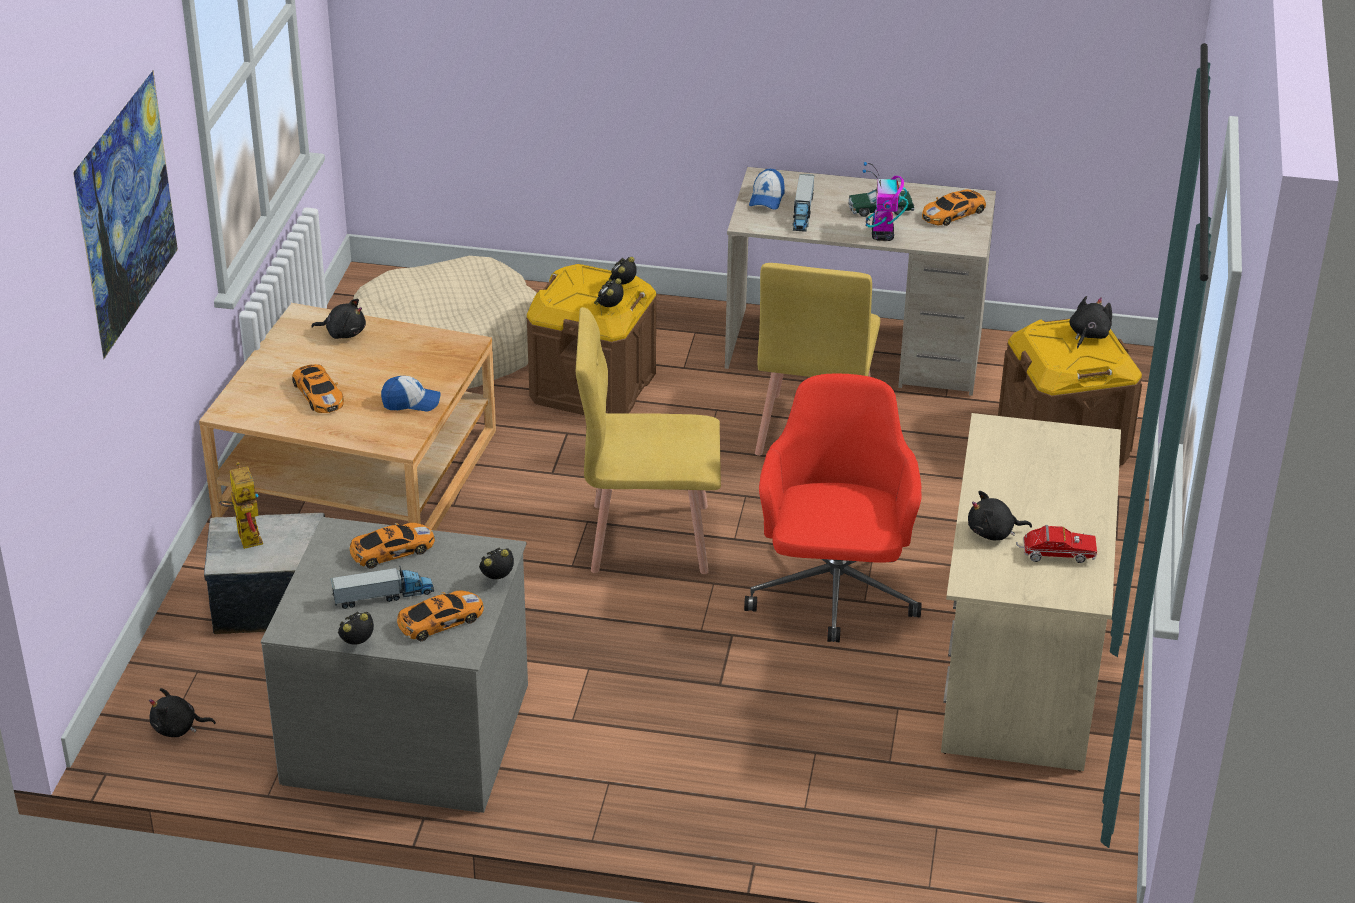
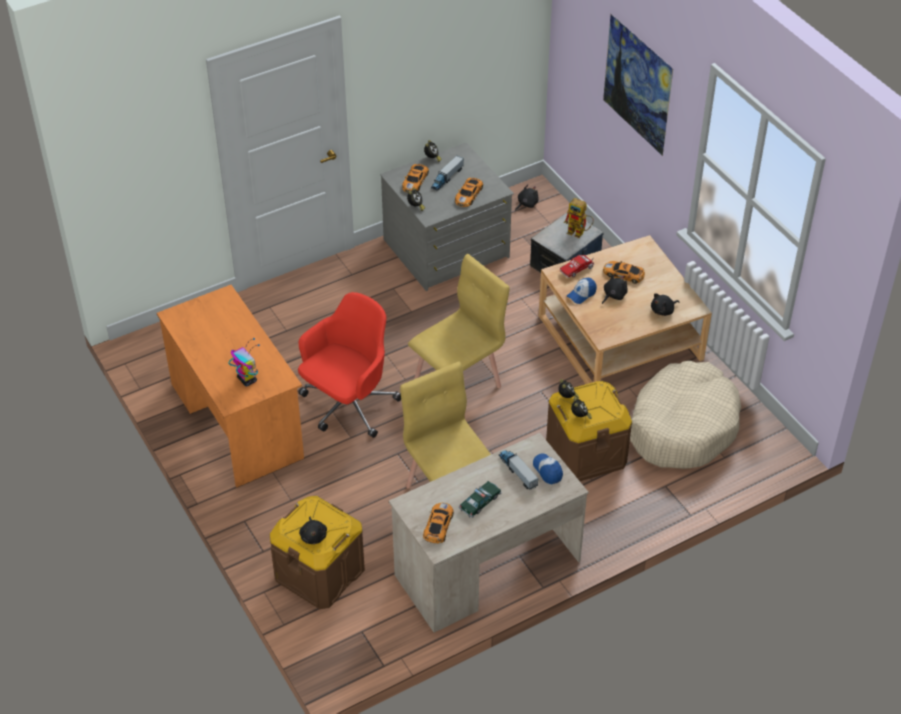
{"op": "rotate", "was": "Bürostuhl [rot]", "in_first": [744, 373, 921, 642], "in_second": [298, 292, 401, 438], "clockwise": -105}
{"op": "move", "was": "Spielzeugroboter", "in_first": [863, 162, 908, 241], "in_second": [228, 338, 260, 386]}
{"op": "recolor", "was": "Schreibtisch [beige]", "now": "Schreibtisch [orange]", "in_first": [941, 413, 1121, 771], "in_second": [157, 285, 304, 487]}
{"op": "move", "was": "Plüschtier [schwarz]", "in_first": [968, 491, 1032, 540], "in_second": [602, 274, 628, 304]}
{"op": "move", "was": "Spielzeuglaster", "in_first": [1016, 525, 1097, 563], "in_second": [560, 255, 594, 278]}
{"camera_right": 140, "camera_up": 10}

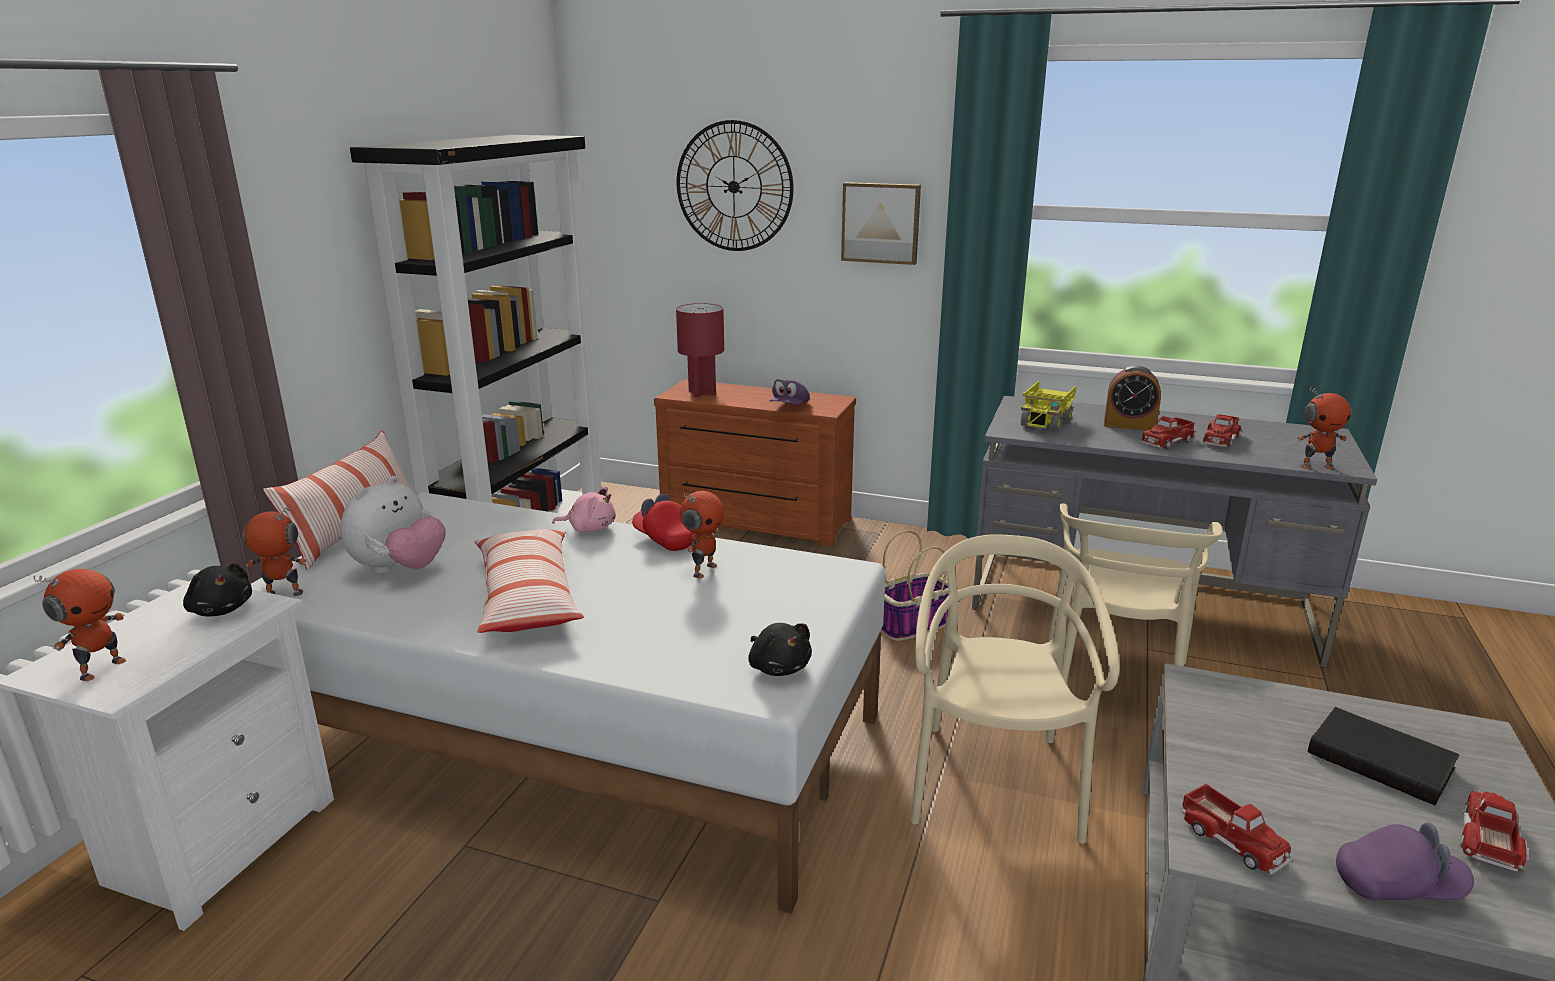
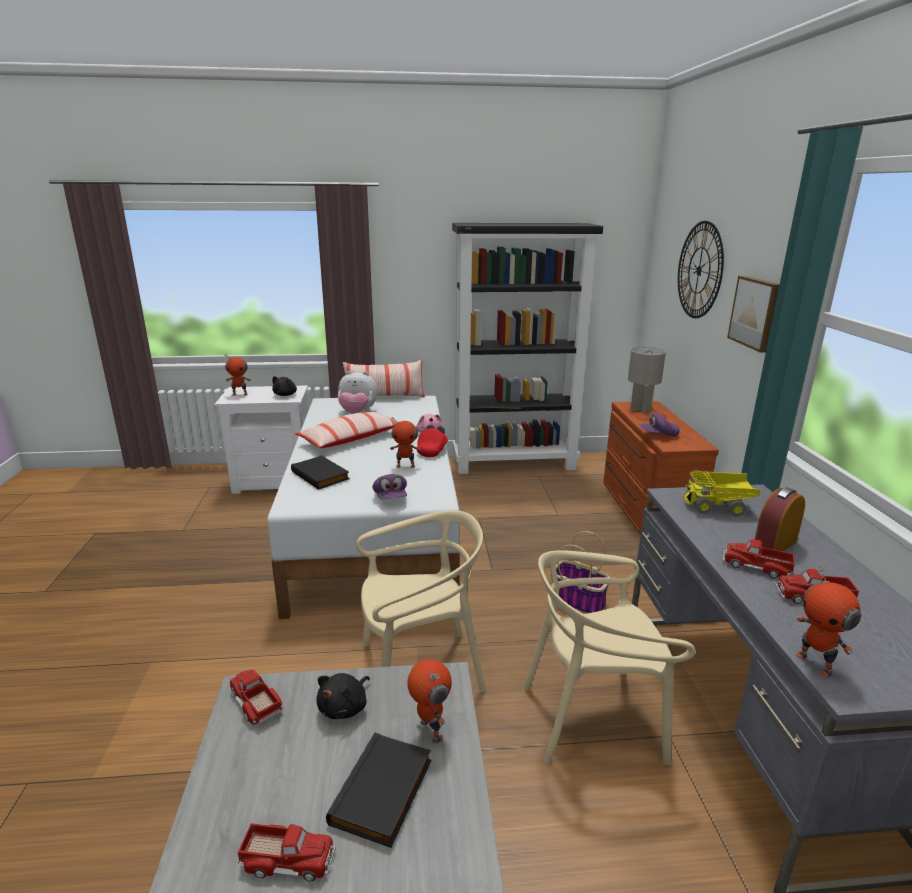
{"op": "move", "was": "Spielzeugroboter", "in_first": [243, 508, 307, 596], "in_second": [407, 659, 452, 743]}
{"op": "recolor", "was": "Tischlampe [rot]", "now": "Tischlampe [grau]", "in_first": [676, 303, 724, 397], "in_second": [628, 347, 666, 413]}
{"op": "move", "was": "Plüschtier [schwarz]", "in_first": [748, 623, 812, 676], "in_second": [316, 673, 370, 719]}
{"op": "rotate", "was": "Wecker", "in_first": [1104, 366, 1161, 430], "in_second": [755, 488, 805, 551], "clockwise": 60}
{"op": "rotate", "was": "Spielzeuglaster", "in_first": [1180, 784, 1293, 874], "in_second": [230, 669, 283, 725], "clockwise": 105}
{"op": "move", "was": "Kappe [lila]", "in_first": [1336, 822, 1474, 900], "in_second": [373, 474, 407, 499]}
{"op": "insert", "now": "Buch [schwarz]", "in_second": [291, 456, 350, 490]}
{"camera_right": 65, "camera_up": 0}

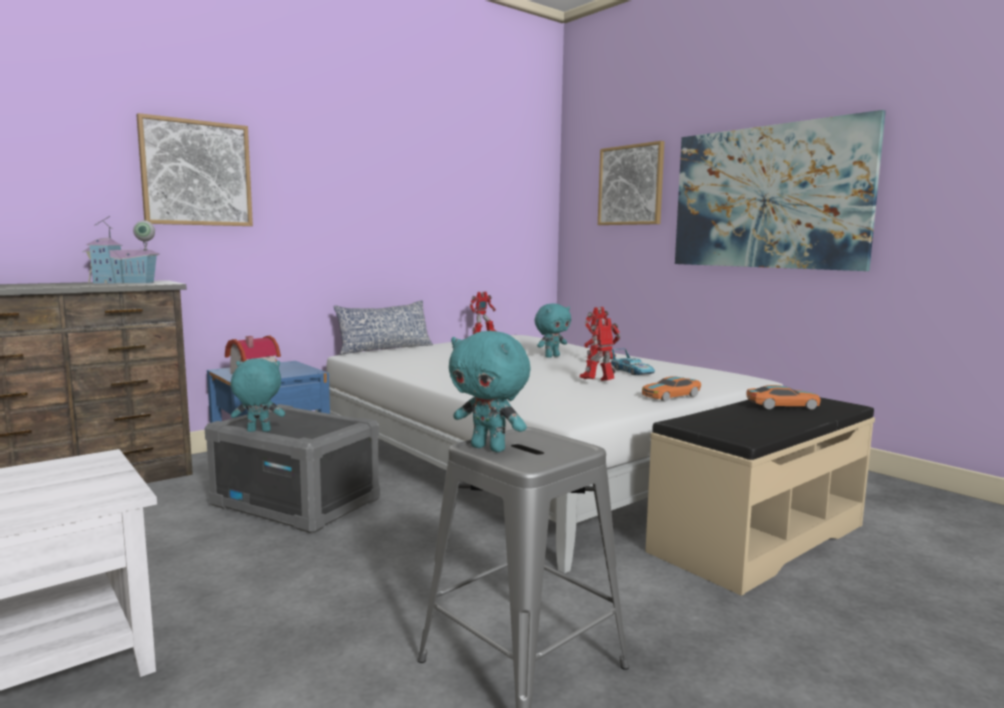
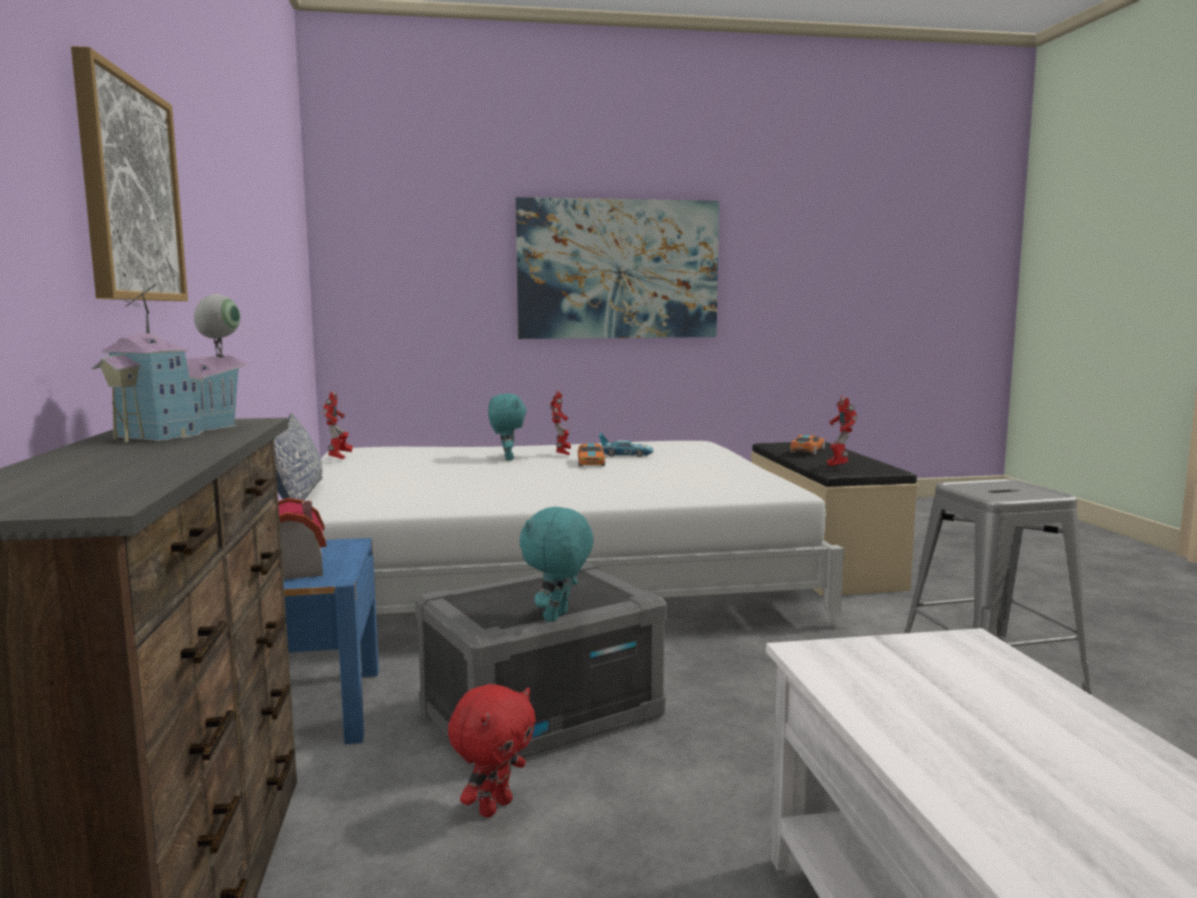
{"op": "delete", "was": "Plüschtier [türkis]", "in_first": [449, 331, 530, 452]}
{"op": "move", "was": "Spielzeugroboter", "in_first": [580, 318, 621, 381], "in_second": [827, 396, 858, 466]}
{"op": "delete", "was": "Bild", "in_first": [598, 141, 664, 225]}
{"op": "move", "was": "Spielzeugauto", "in_first": [642, 376, 701, 402], "in_second": [578, 443, 605, 466]}
{"op": "insert", "now": "Plüschtier [rot]", "in_second": [448, 684, 536, 817]}
{"camera_right": -60, "camera_up": 0}

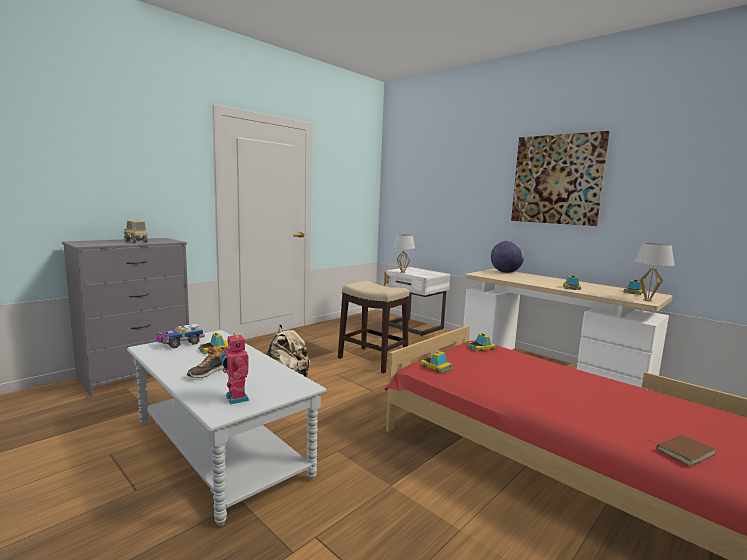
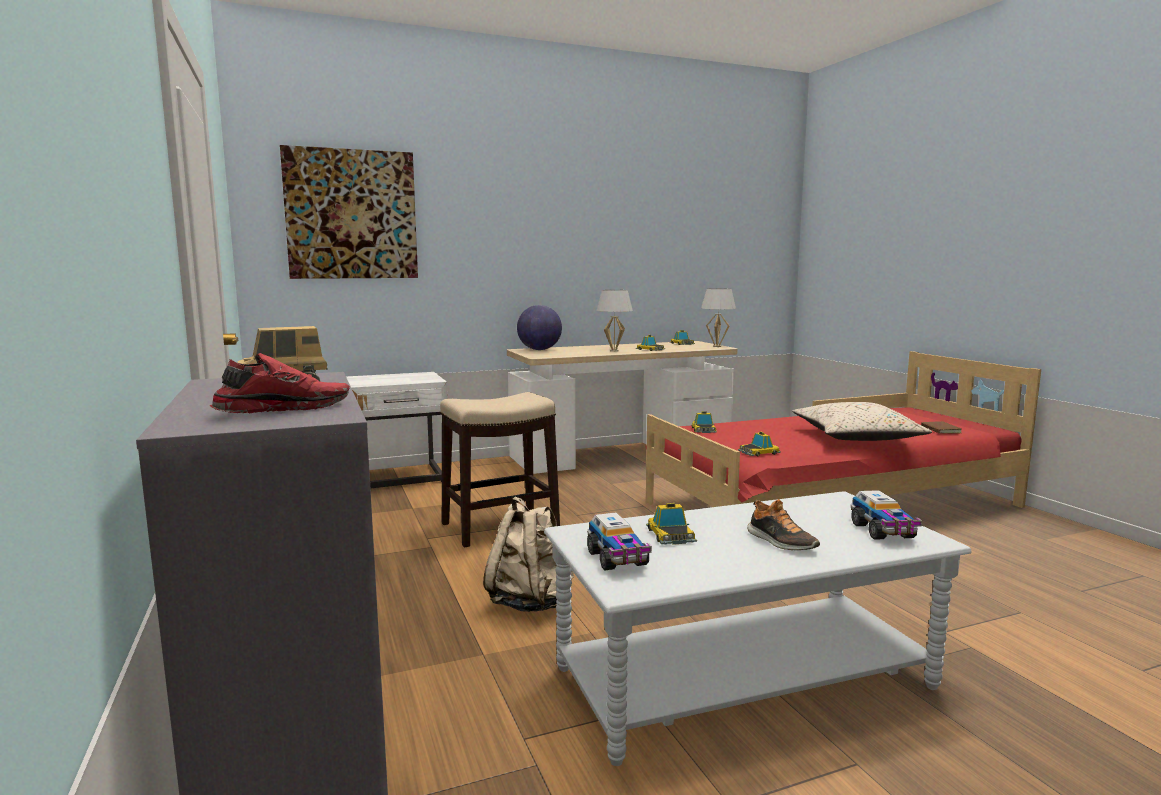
{"op": "replace", "was": "Spielzeugroboter", "now": "Spielzeuglaster", "in_first": [220, 333, 249, 404], "in_second": [851, 490, 922, 540]}
{"op": "move", "was": "Tischlampe [weiß]", "in_first": [393, 234, 415, 273], "in_second": [597, 290, 633, 352]}
{"op": "move", "was": "Bild", "in_first": [511, 131, 610, 226], "in_second": [280, 145, 418, 279]}
{"op": "insert", "now": "Schuh [rot]", "in_second": [210, 353, 350, 413]}
{"op": "insert", "now": "Kissen [beige]", "in_second": [792, 402, 932, 441]}
{"camera_right": -65, "camera_up": 0}

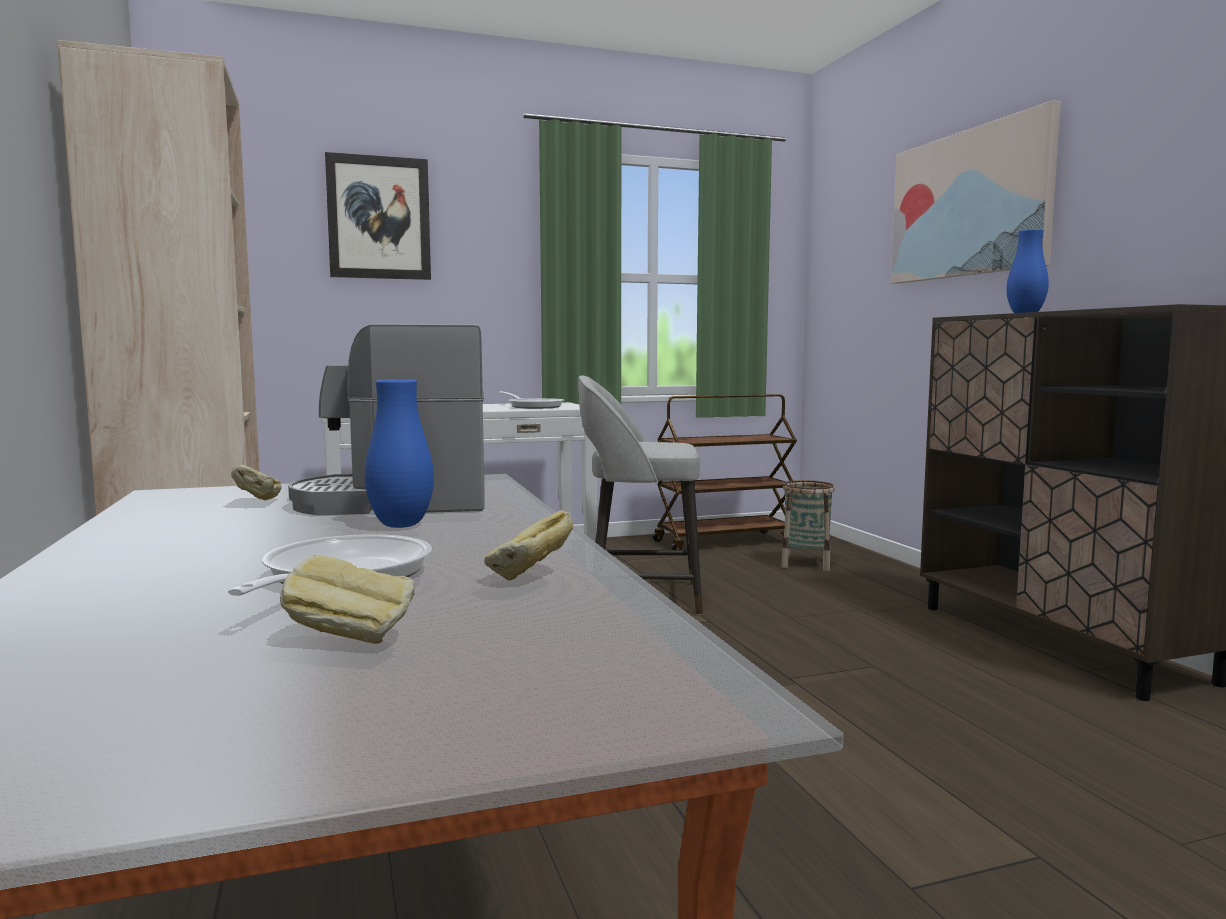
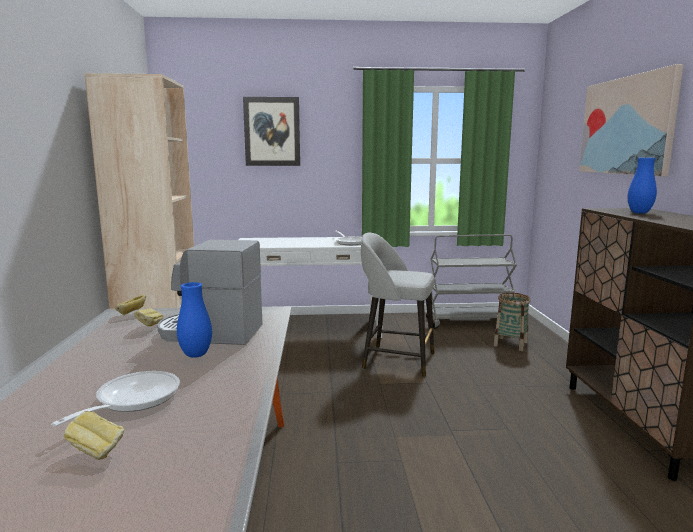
{"op": "move", "was": "Brot", "in_first": [484, 510, 573, 581], "in_second": [115, 294, 146, 315]}
{"op": "recolor", "was": "Rollwagen [braun]", "now": "Rollwagen [grau]", "in_first": [653, 394, 797, 550], "in_second": [426, 234, 517, 329]}
{"camera_right": 15, "camera_up": 5}

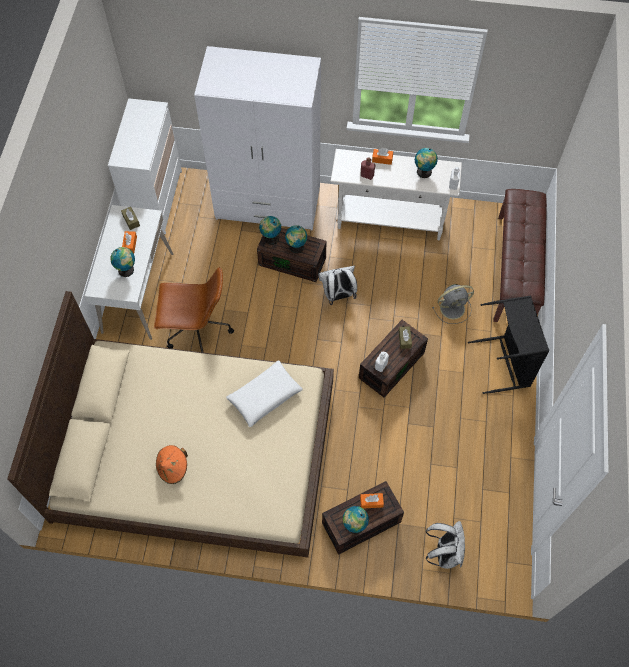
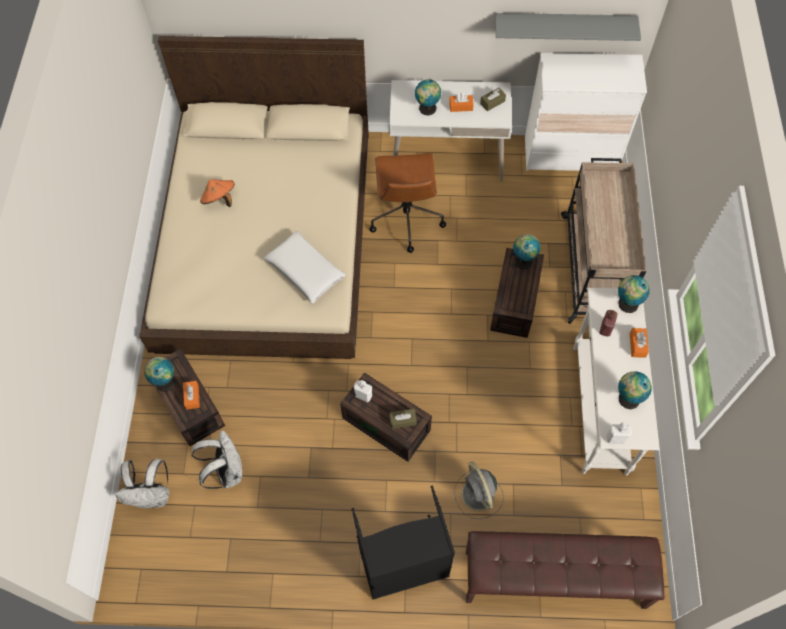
{"op": "replace", "was": "Kleiderschrank [weiß]", "now": "Rollwagen [beige]", "in_first": [194, 46, 321, 231], "in_second": [561, 158, 646, 324]}
{"op": "move", "was": "Globus", "in_first": [285, 225, 307, 253], "in_second": [618, 275, 650, 313]}
{"op": "move", "was": "Rucksack [weiß]", "in_first": [318, 266, 357, 305], "in_second": [192, 430, 242, 489]}
{"op": "insert", "now": "Wandregal [grau]", "in_second": [495, 13, 641, 41]}
{"camera_right": 85, "camera_up": 0}

